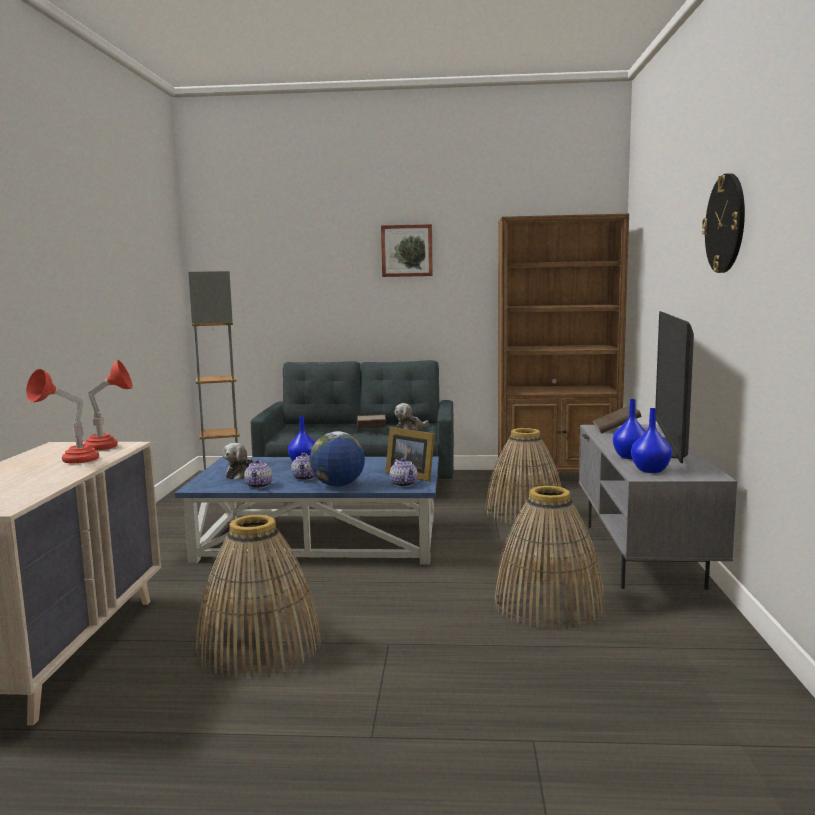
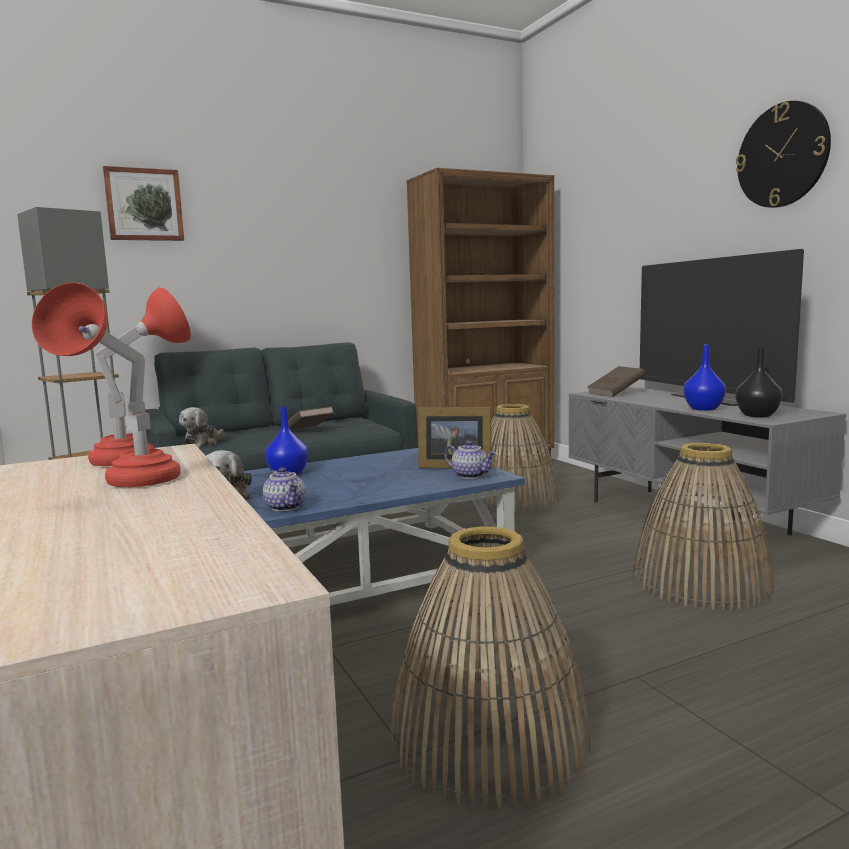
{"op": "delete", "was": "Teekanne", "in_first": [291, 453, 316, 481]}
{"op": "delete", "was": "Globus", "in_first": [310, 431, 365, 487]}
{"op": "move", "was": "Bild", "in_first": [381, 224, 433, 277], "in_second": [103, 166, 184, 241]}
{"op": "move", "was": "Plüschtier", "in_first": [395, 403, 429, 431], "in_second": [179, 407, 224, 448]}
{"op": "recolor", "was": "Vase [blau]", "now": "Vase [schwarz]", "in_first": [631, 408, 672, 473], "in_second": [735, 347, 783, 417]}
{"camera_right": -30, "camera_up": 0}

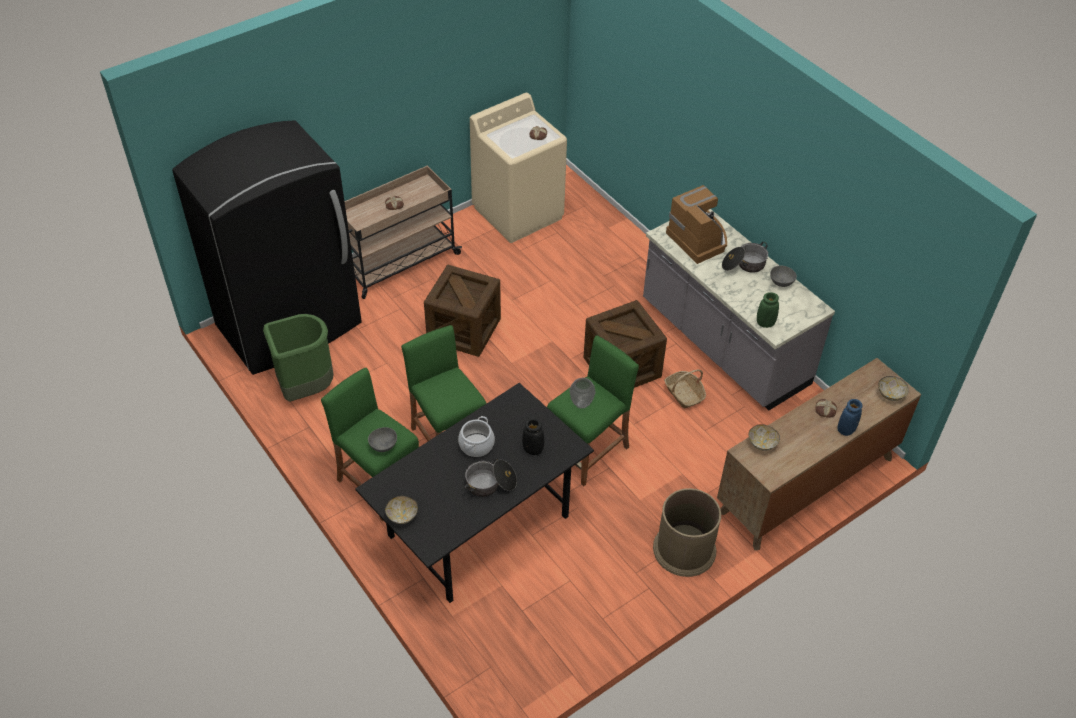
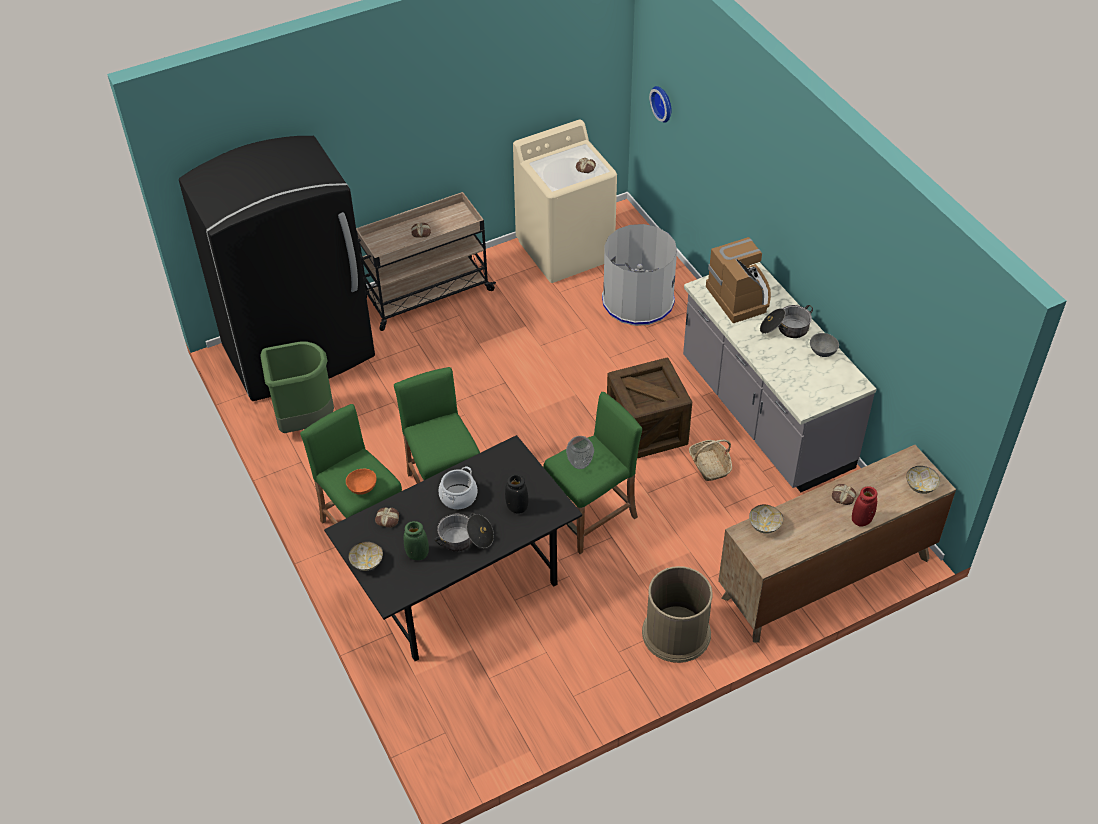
{"op": "recolor", "was": "Schüssel [grau]", "now": "Schüssel [orange]", "in_first": [368, 427, 397, 452], "in_second": [346, 469, 377, 495]}
{"op": "delete", "was": "Kiste", "in_first": [424, 265, 501, 357]}
{"op": "move", "was": "Vase [grün]", "in_first": [757, 292, 779, 328], "in_second": [404, 521, 429, 560]}
{"op": "recolor", "was": "Vase [blau]", "now": "Vase [rot]", "in_first": [837, 399, 863, 436], "in_second": [852, 486, 878, 527]}
{"op": "insert", "now": "Brot", "in_second": [375, 507, 399, 528]}
{"op": "insert", "now": "Mülleimer [grau]", "in_second": [602, 224, 677, 326]}
{"op": "insert", "now": "Wanduhr", "in_second": [649, 86, 672, 123]}
{"camera_right": 10, "camera_up": 0}

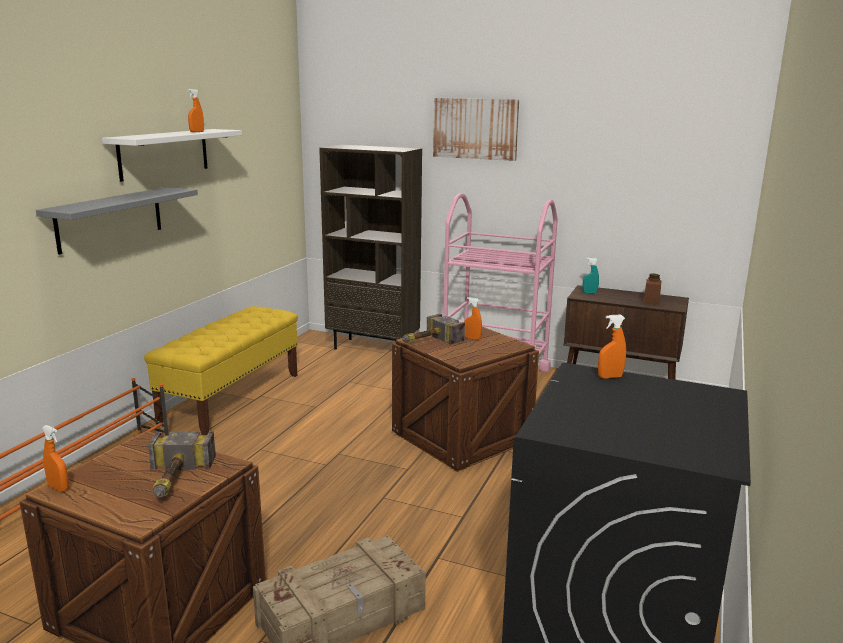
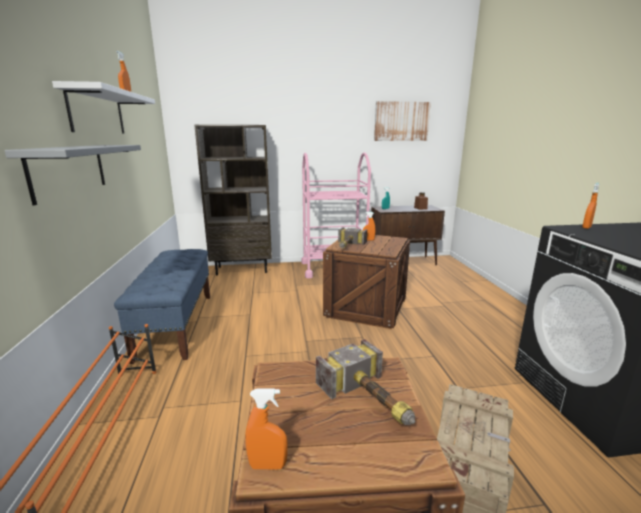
{"op": "recolor", "was": "Bank [gelb]", "now": "Bank [blau]", "in_first": [144, 306, 298, 435], "in_second": [114, 249, 210, 364]}
{"op": "move", "was": "Bild", "in_first": [433, 98, 519, 161], "in_second": [374, 101, 431, 141]}
{"camera_right": -30, "camera_up": 0}

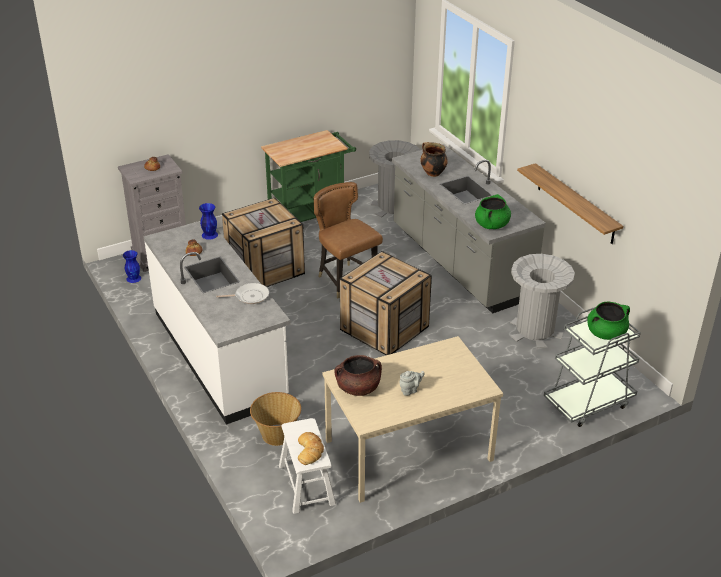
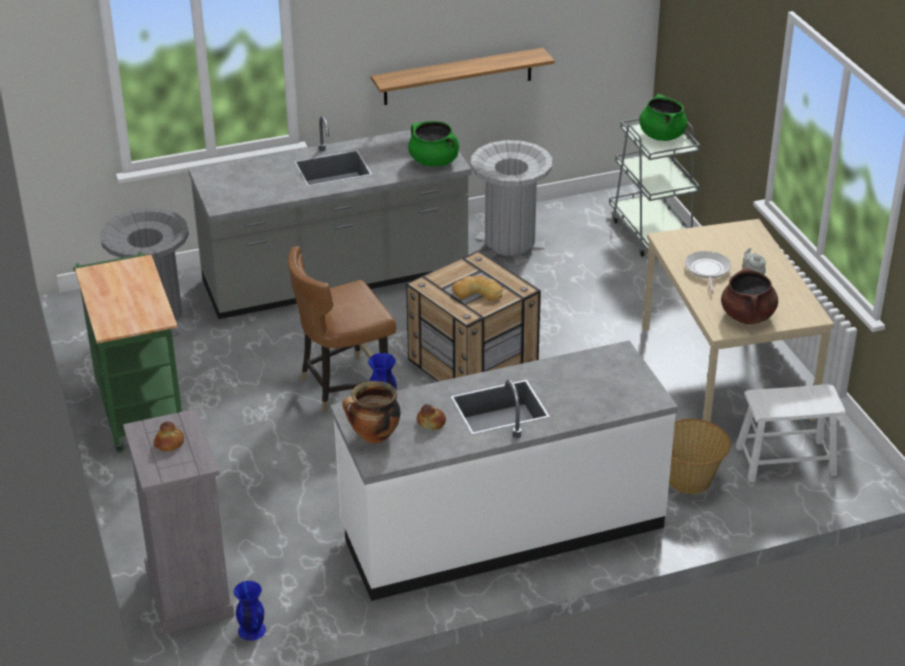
{"op": "move", "was": "Pfanne", "in_first": [216, 283, 269, 304], "in_second": [685, 251, 731, 294]}
{"op": "delete", "was": "Kiste", "in_first": [222, 198, 305, 287]}
{"op": "move", "was": "Brot", "in_first": [298, 432, 324, 465], "in_second": [452, 275, 503, 301]}
{"op": "move", "was": "Kochtopf", "in_first": [420, 142, 448, 177], "in_second": [342, 381, 401, 443]}
{"camera_right": -80, "camera_up": 0}

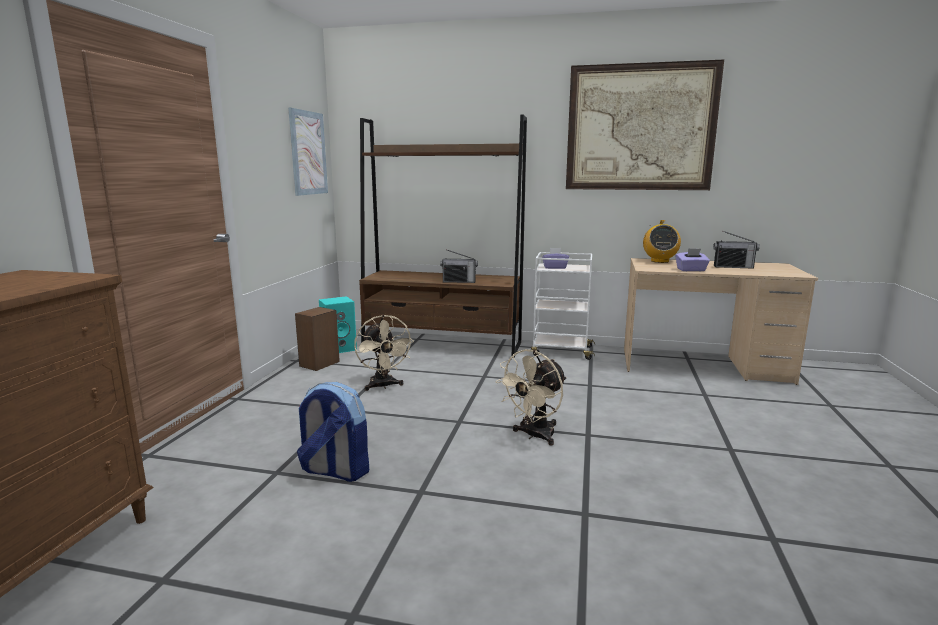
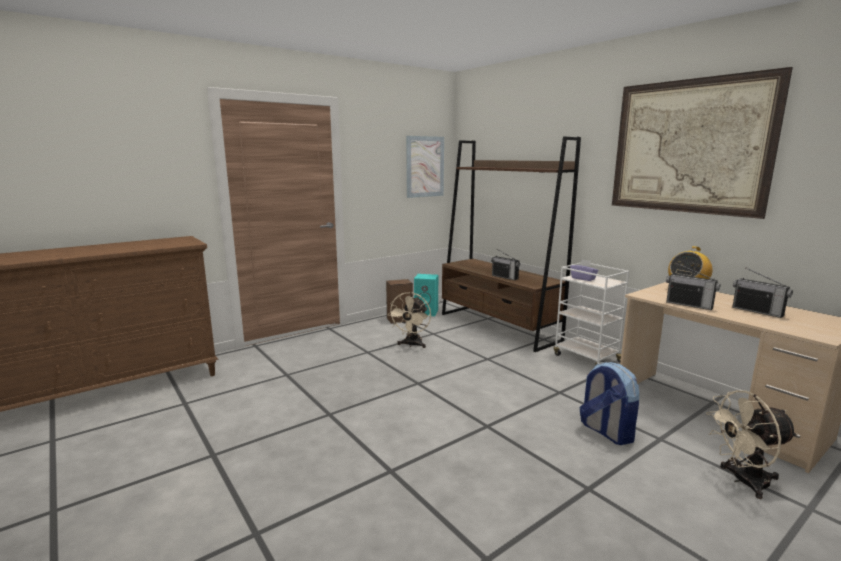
{"op": "move", "was": "Rucksack", "in_first": [297, 382, 369, 482], "in_second": [580, 362, 639, 445]}
{"op": "move", "was": "Ventilator [beige]", "in_first": [496, 349, 567, 446], "in_second": [706, 390, 798, 499]}
{"op": "replace", "was": "Taschentuchbox [lila]", "now": "Radio", "in_first": [676, 248, 710, 271], "in_second": [666, 263, 721, 310]}
{"camera_right": 40, "camera_up": 0}

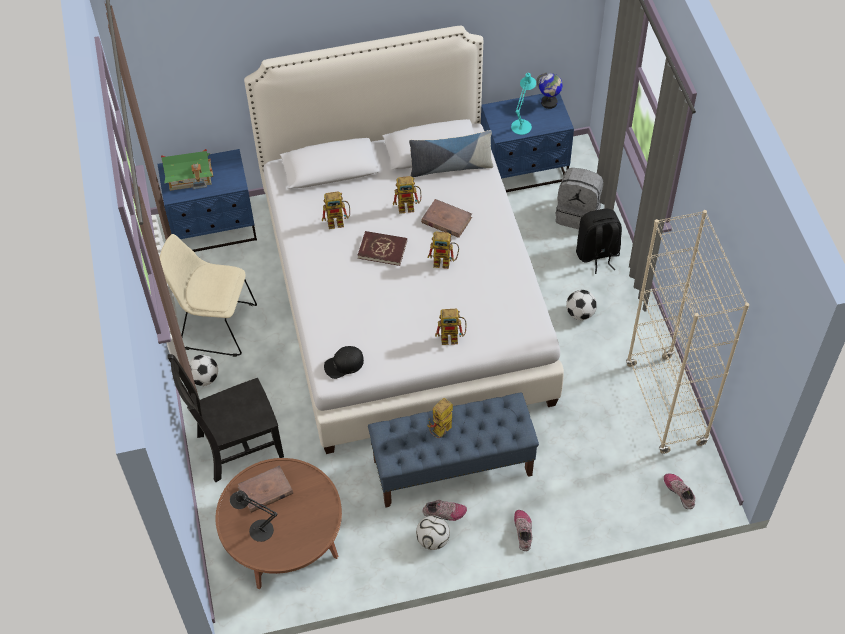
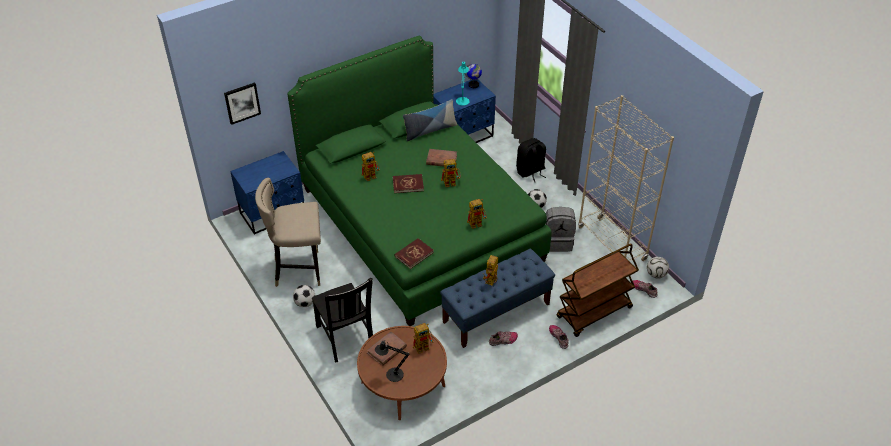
{"op": "replace", "was": "Stuhl [beige]", "now": "Hocker [beige]", "in_first": [159, 234, 257, 357], "in_second": [255, 178, 321, 287]}
{"op": "delete", "was": "Spielzeughaus", "in_first": [161, 149, 213, 191]}
{"op": "rotate", "was": "Stuhl [schwarz]", "in_first": [168, 354, 284, 482], "in_second": [312, 278, 373, 363], "clockwise": -75}
{"op": "recolor", "was": "Bett [weiß]", "now": "Bett [grün]", "in_first": [244, 26, 564, 454], "in_second": [287, 36, 551, 326]}
{"op": "replace", "was": "Kappe [schwarz]", "now": "Buch [rot]", "in_first": [324, 346, 364, 379], "in_second": [395, 238, 434, 269]}
{"op": "move", "was": "Spielzeugroboter", "in_first": [393, 176, 421, 214], "in_second": [413, 323, 434, 354]}
{"op": "move", "was": "Fußball", "in_first": [416, 516, 450, 550], "in_second": [647, 257, 669, 279]}
{"op": "move", "was": "Rucksack [grau]", "in_first": [556, 168, 603, 229], "in_second": [545, 207, 576, 252]}
{"op": "insert", "now": "Bild", "in_second": [224, 82, 261, 125]}
{"op": "insert", "now": "Rollwagen [braun]", "in_second": [557, 243, 639, 337]}
{"camera_right": -20, "camera_up": -10}

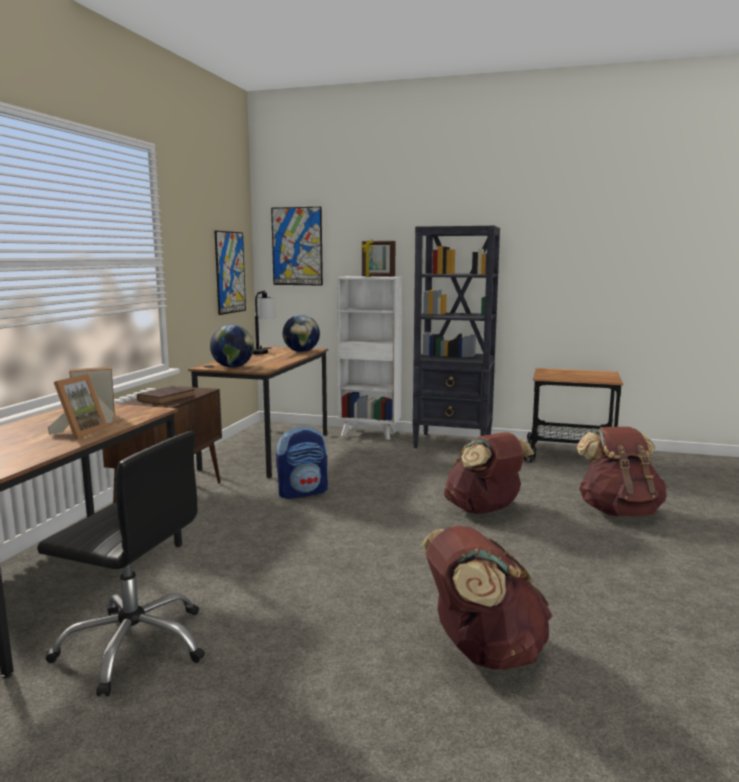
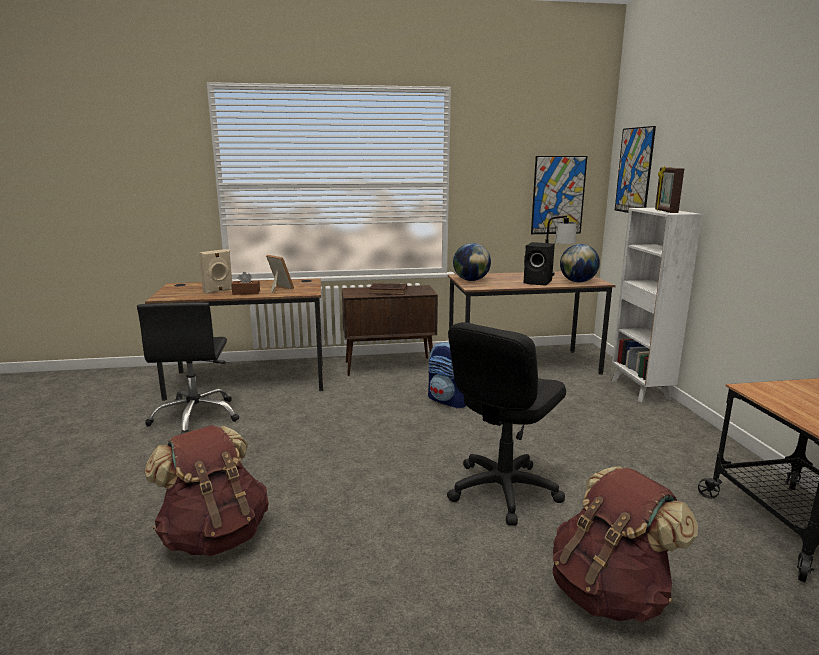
{"op": "replace", "was": "Bilderrahmen", "now": "Taschentuchbox [braun]", "in_first": [48, 374, 108, 439], "in_second": [231, 272, 260, 295]}
{"op": "delete", "was": "Bücherregal [schwarz]", "in_first": [412, 226, 500, 449]}
{"op": "replace", "was": "Rucksack [braun]", "now": "Bürostuhl [schwarz]", "in_first": [444, 432, 534, 514], "in_second": [447, 322, 566, 526]}
{"op": "insert", "now": "Lautsprecher [beige]", "in_second": [199, 249, 232, 294]}
{"op": "insert", "now": "Lautsprecher [schwarz]", "in_second": [523, 242, 555, 286]}
{"camera_right": 65, "camera_up": 5}

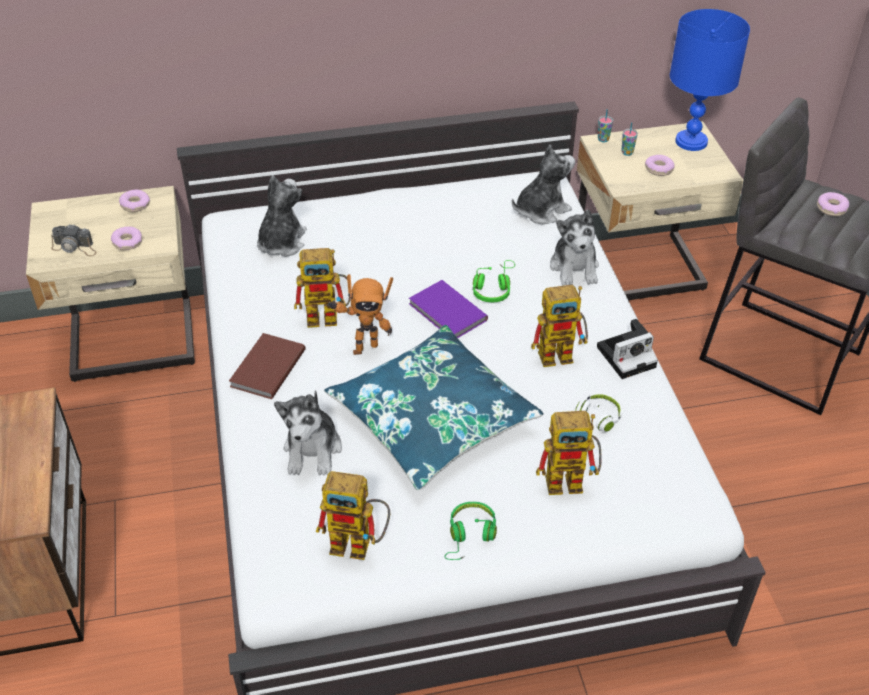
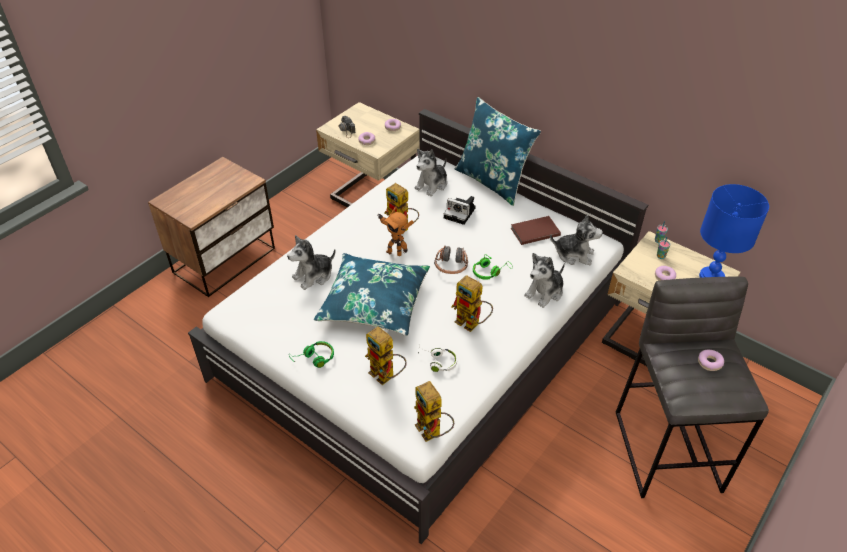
{"op": "move", "was": "Buch [braun]", "in_first": [229, 333, 306, 399], "in_second": [511, 216, 561, 245]}
{"op": "rotate", "was": "Plüschtier", "in_first": [257, 175, 307, 257], "in_second": [414, 149, 447, 196], "clockwise": 150}
{"op": "move", "was": "Spielzeugroboter", "in_first": [316, 471, 390, 560], "in_second": [414, 381, 454, 442]}
{"op": "replace", "was": "Buch [lila]", "now": "Kopfhörer", "in_first": [409, 280, 488, 338], "in_second": [434, 246, 468, 274]}
{"op": "move", "was": "Kamera", "in_first": [597, 319, 658, 379], "in_second": [444, 196, 476, 225]}
{"op": "insert", "now": "Kissen [blau]", "in_second": [455, 97, 541, 206]}
{"camera_right": 50, "camera_up": 0}

